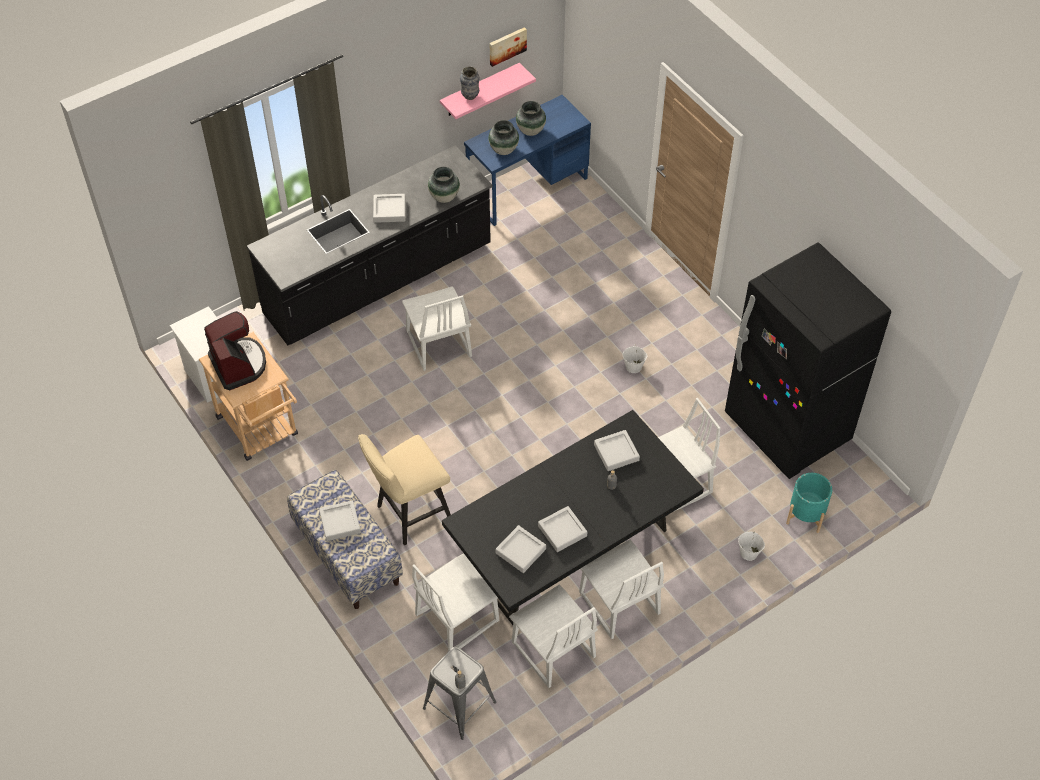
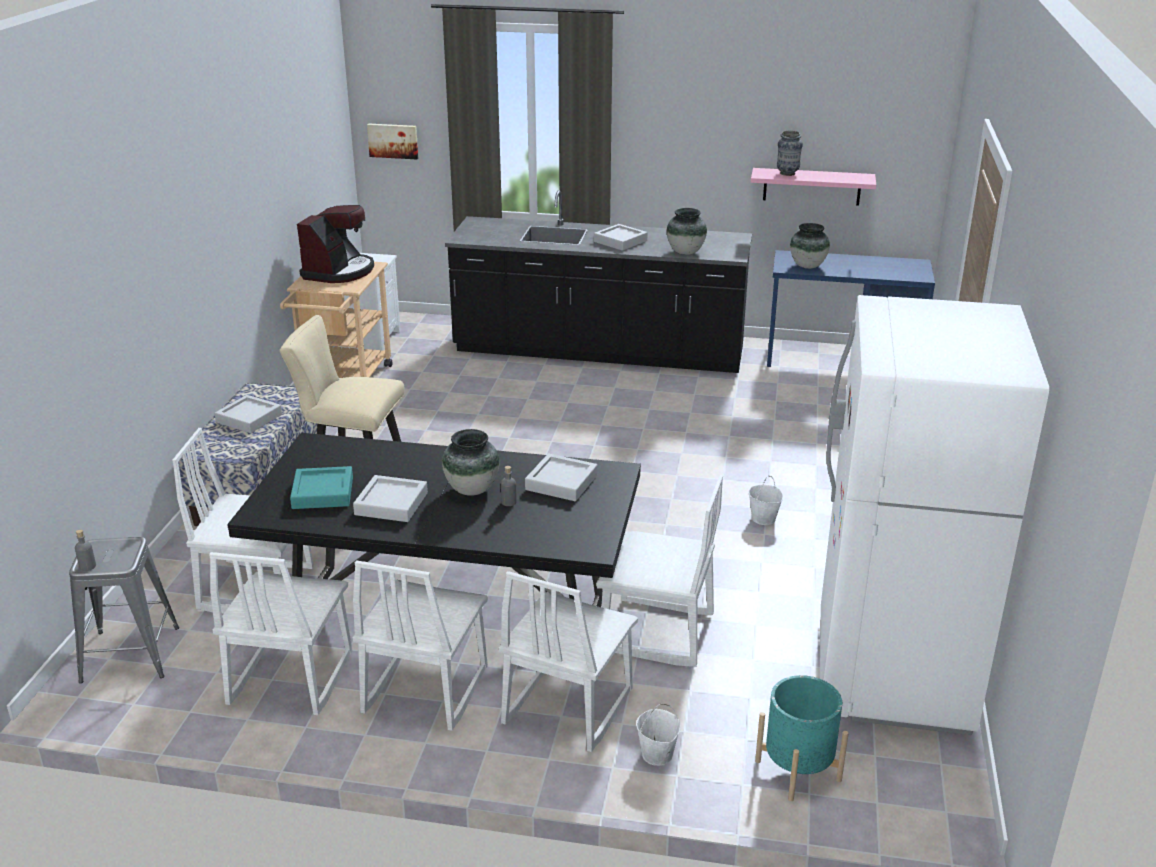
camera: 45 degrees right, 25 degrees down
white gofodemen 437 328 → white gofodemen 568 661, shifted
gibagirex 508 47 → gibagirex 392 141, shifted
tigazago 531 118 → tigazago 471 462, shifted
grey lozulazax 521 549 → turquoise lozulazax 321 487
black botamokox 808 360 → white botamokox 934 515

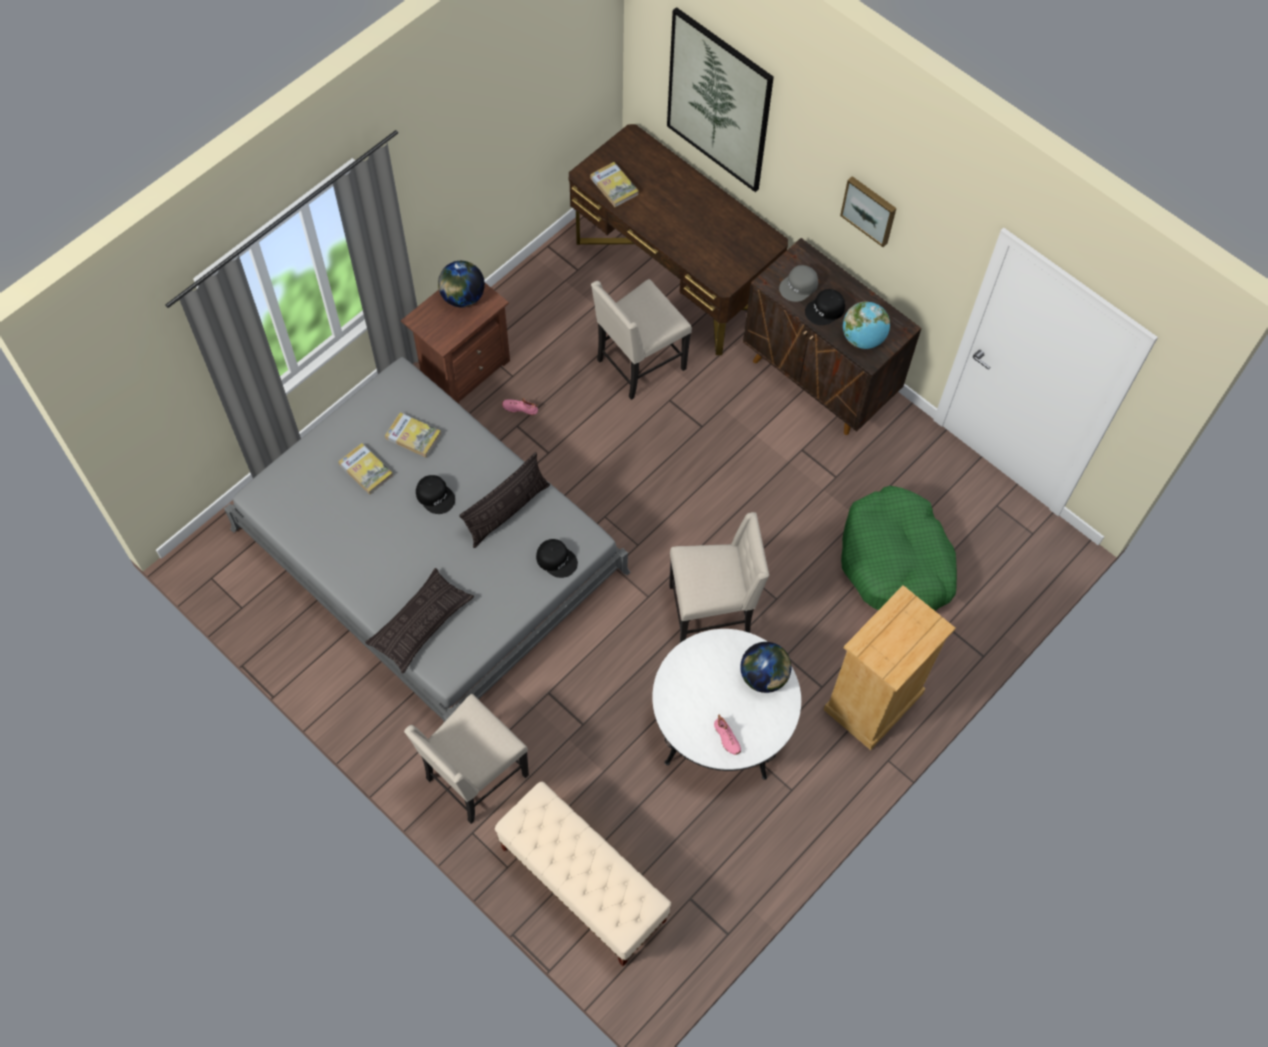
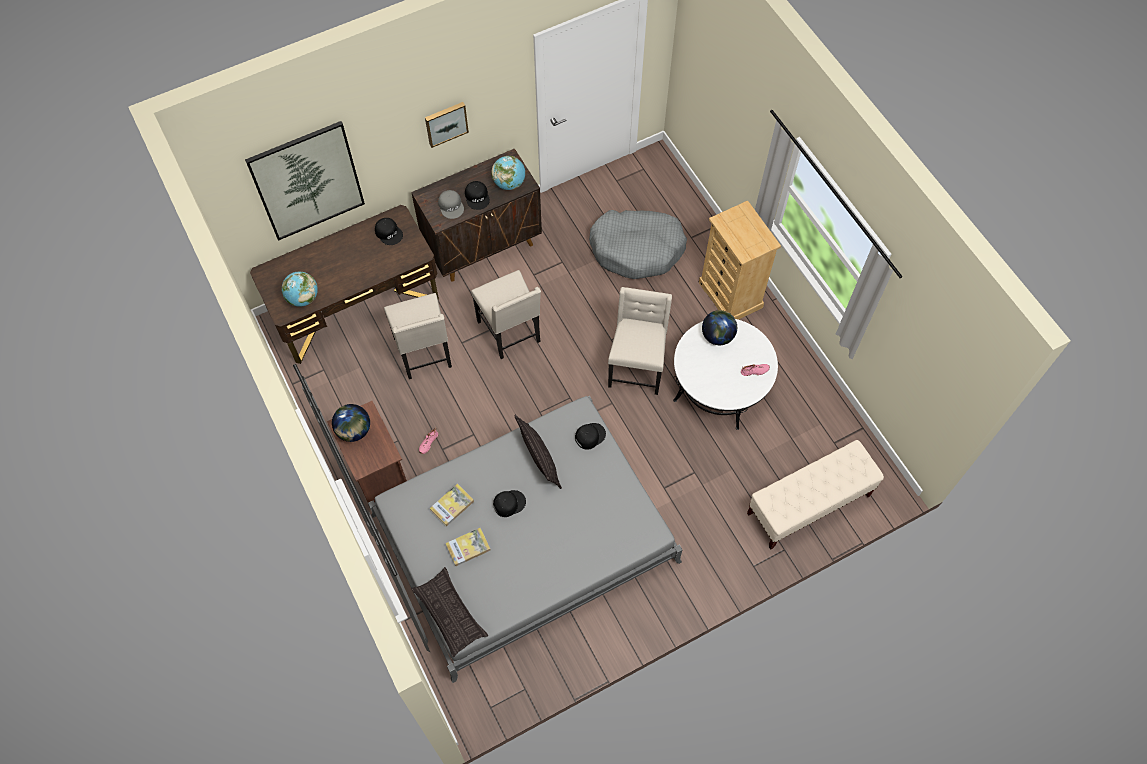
camera: 70 degrees left, 0 degrees up
- → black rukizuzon 389 231
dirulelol 419 621 → dirulelol 449 612, shifted
beige gofodemen 466 759 → beige gofodemen 506 314, shifted
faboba 614 184 → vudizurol 300 289
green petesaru 899 548 → grey petesaru 638 244

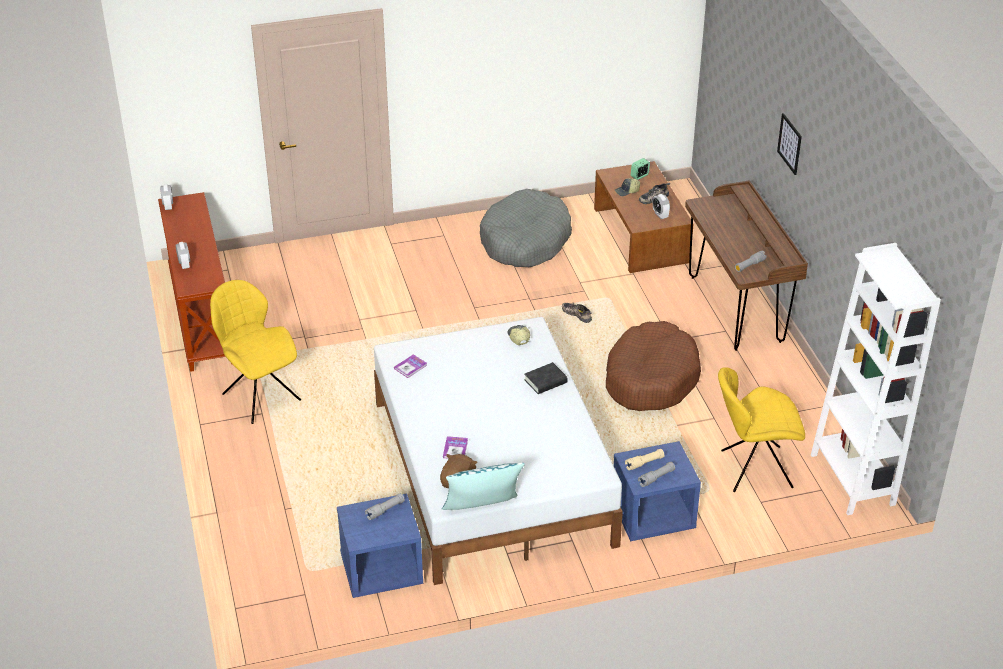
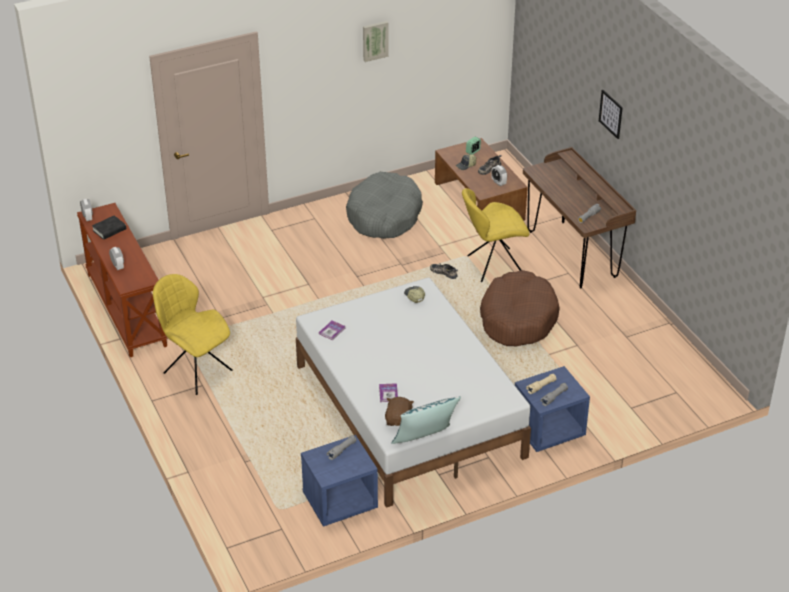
camera: 10 degrees left, 0 degrees up
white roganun 876 379 → -
- → gibagirex 376 41
black faboba 546 378 → black faboba 109 227, shifted
yellow gofodemen 761 429 → yellow gofodemen 496 235, shifted

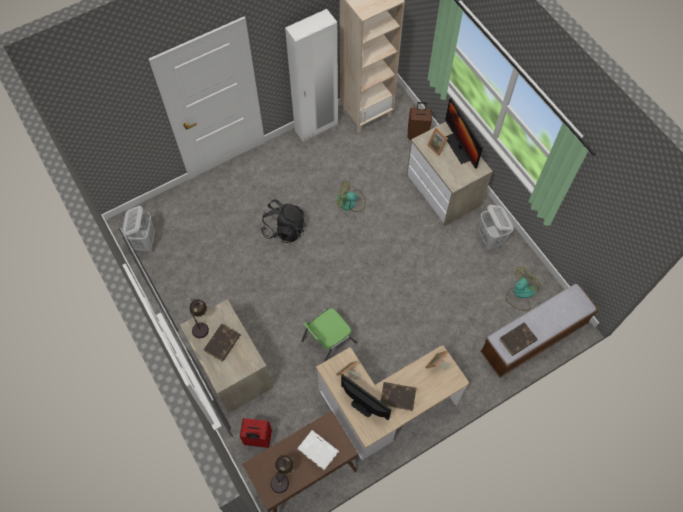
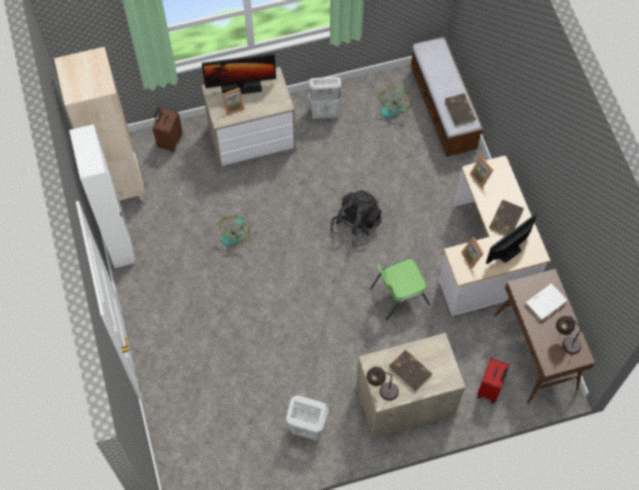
camera: 75 degrees left, 0 degrees up
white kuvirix 138 228 → white kuvirix 307 418, shifted
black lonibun 283 221 → black lonibun 356 218, shifted
green gofodemen 329 335 → green gofodemen 400 289, 90 degrees clockwise
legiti 523 288 → legiti 394 102, 135 degrees counterclockwise

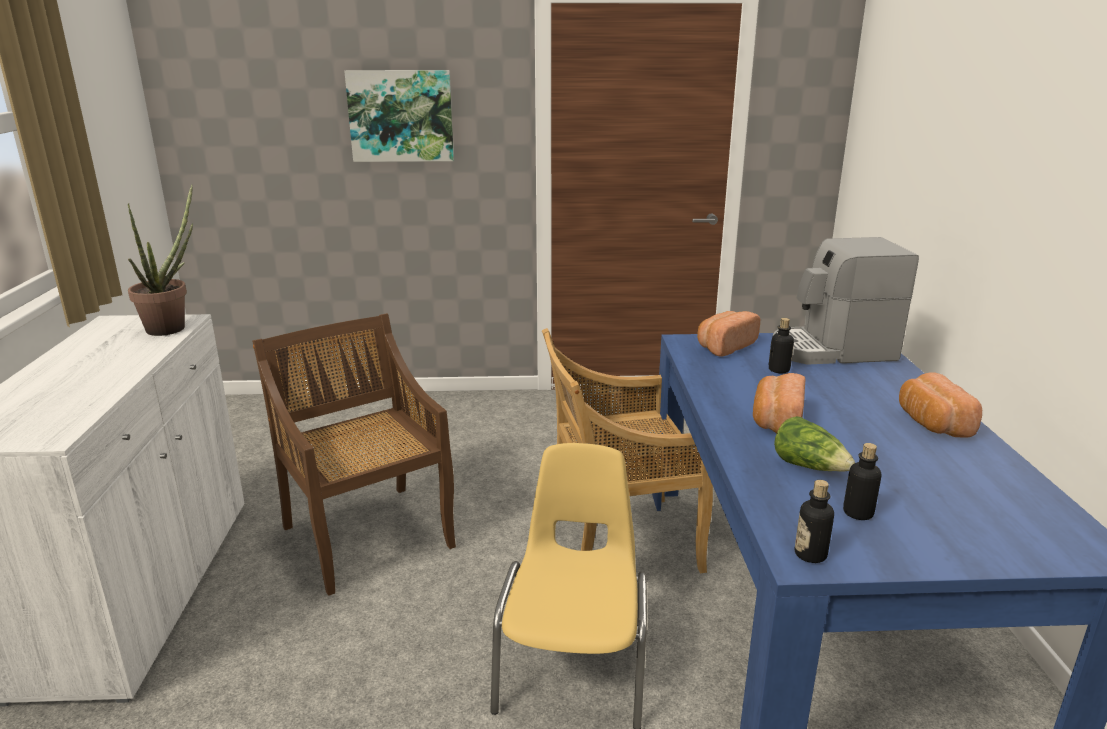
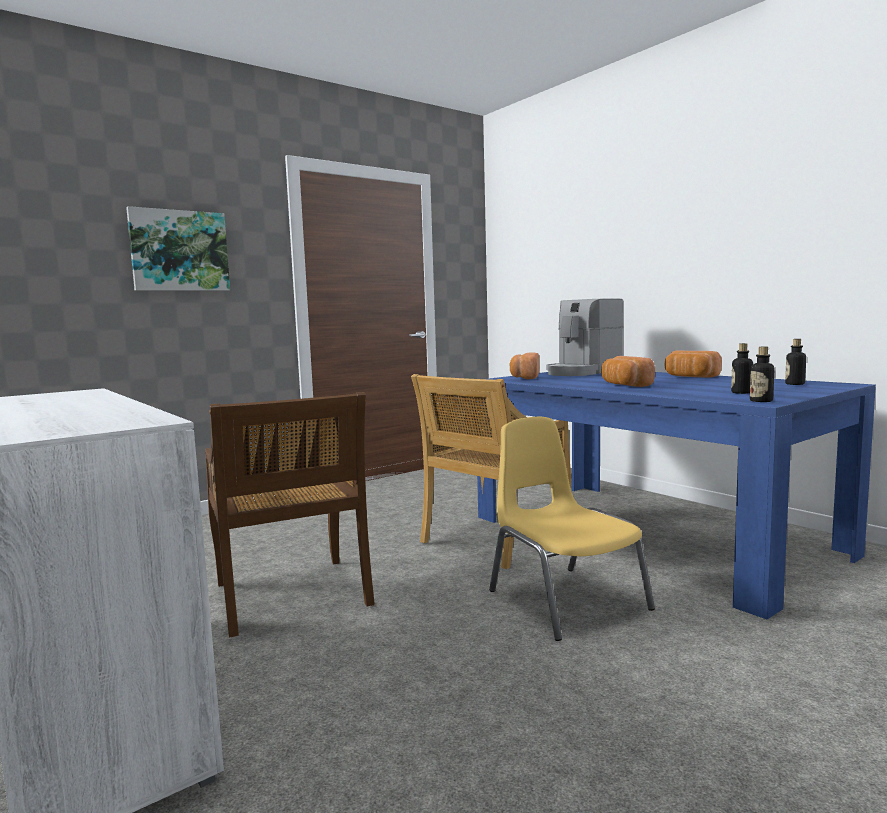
camera: 35 degrees left, 15 degrees down
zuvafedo 160 260 → -
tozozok 814 444 → -
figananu 781 345 → figananu 795 362, shifted
brown gofodemen 354 454 → brown gofodemen 290 514, 135 degrees counterclockwise

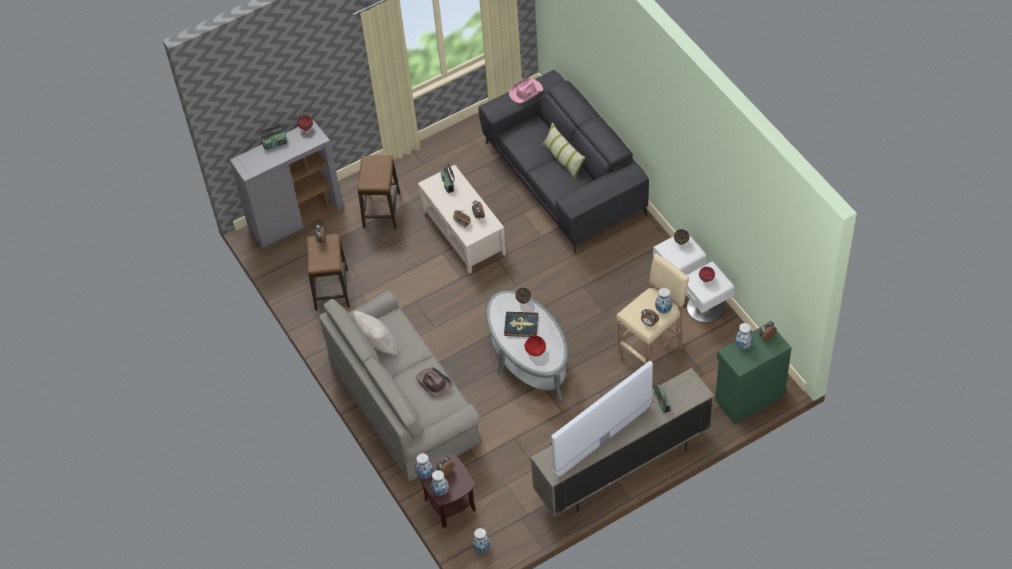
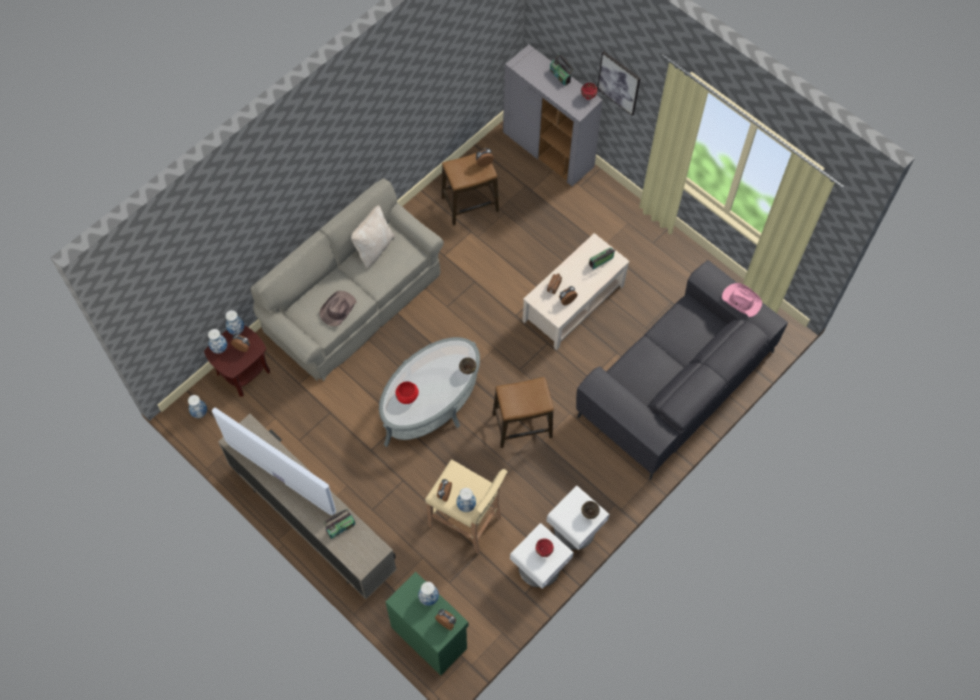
camera: 70 degrees right, 10 degrees up
faboba 521 324 → -
dirulelol 564 150 → -
- → gibagirex 619 83
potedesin 378 192 → potedesin 523 412, shifted

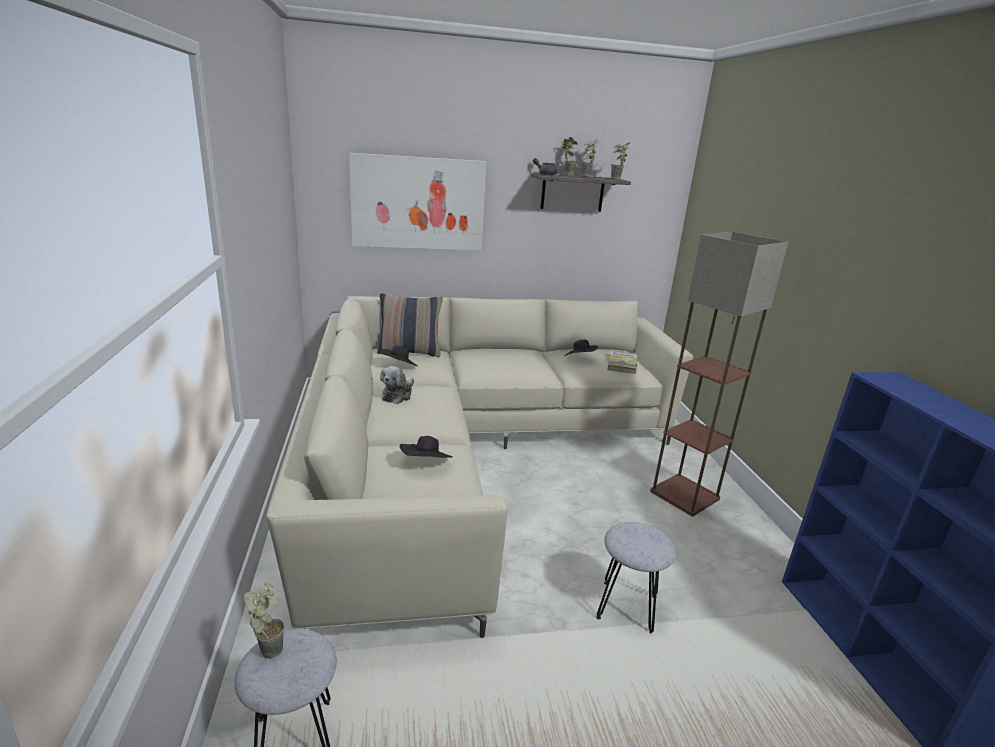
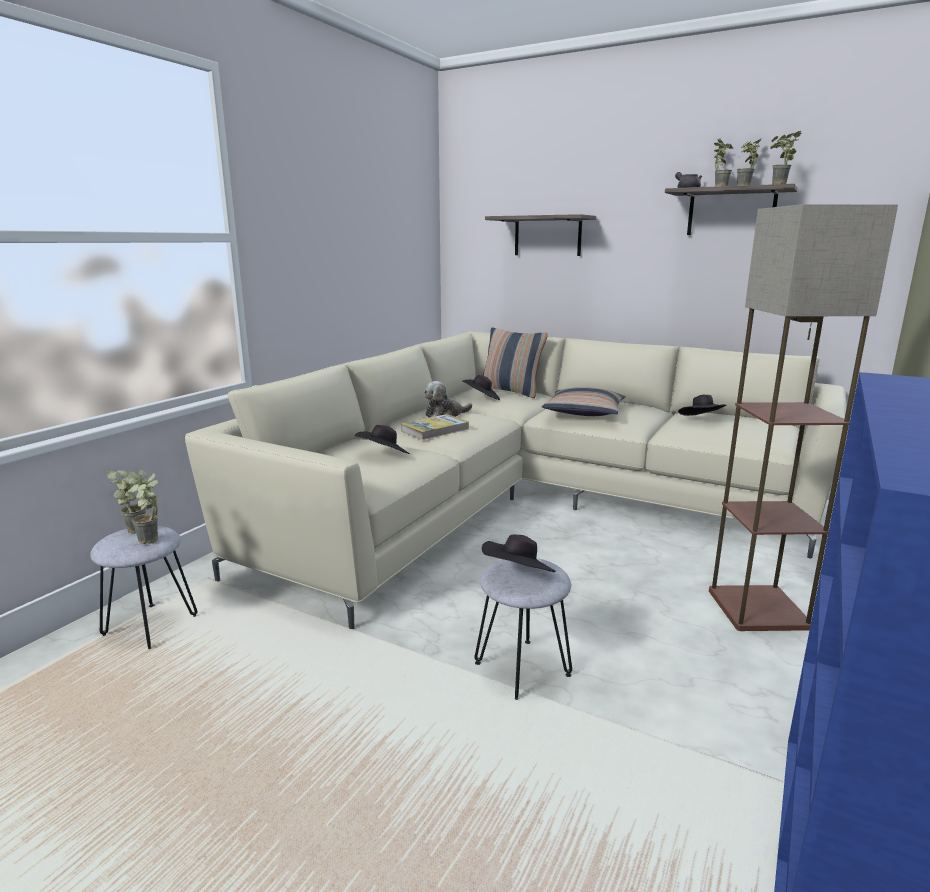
camera: 40 degrees right, 5 degrees down
- → zuvafedo 143 508
- → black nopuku 519 553
- → dirulelol 583 401
faboba 622 362 → faboba 435 427, shifted
gibagirex 417 202 → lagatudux 540 235

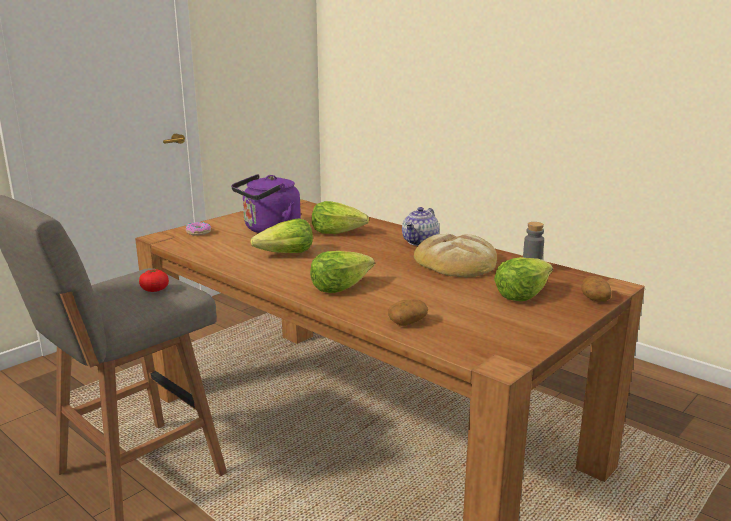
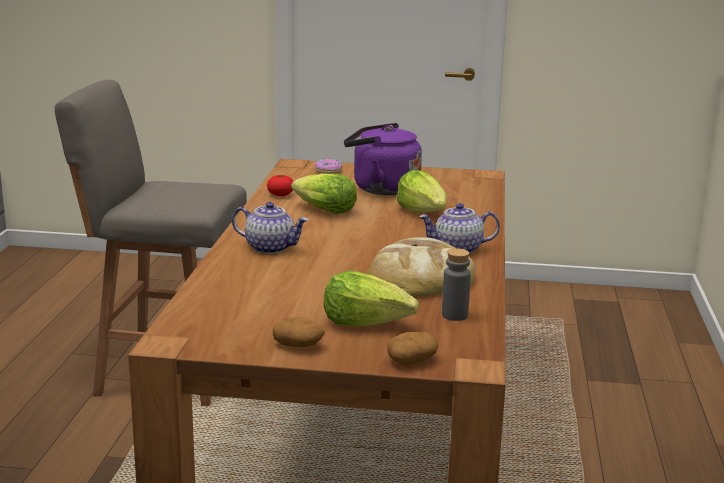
camera: 55 degrees right, 0 degrees up
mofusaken 154 281 → mofusaken 280 185, shifted
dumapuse 408 312 → dumapuse 298 332, shifted
tozozok 342 272 → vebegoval 270 228

